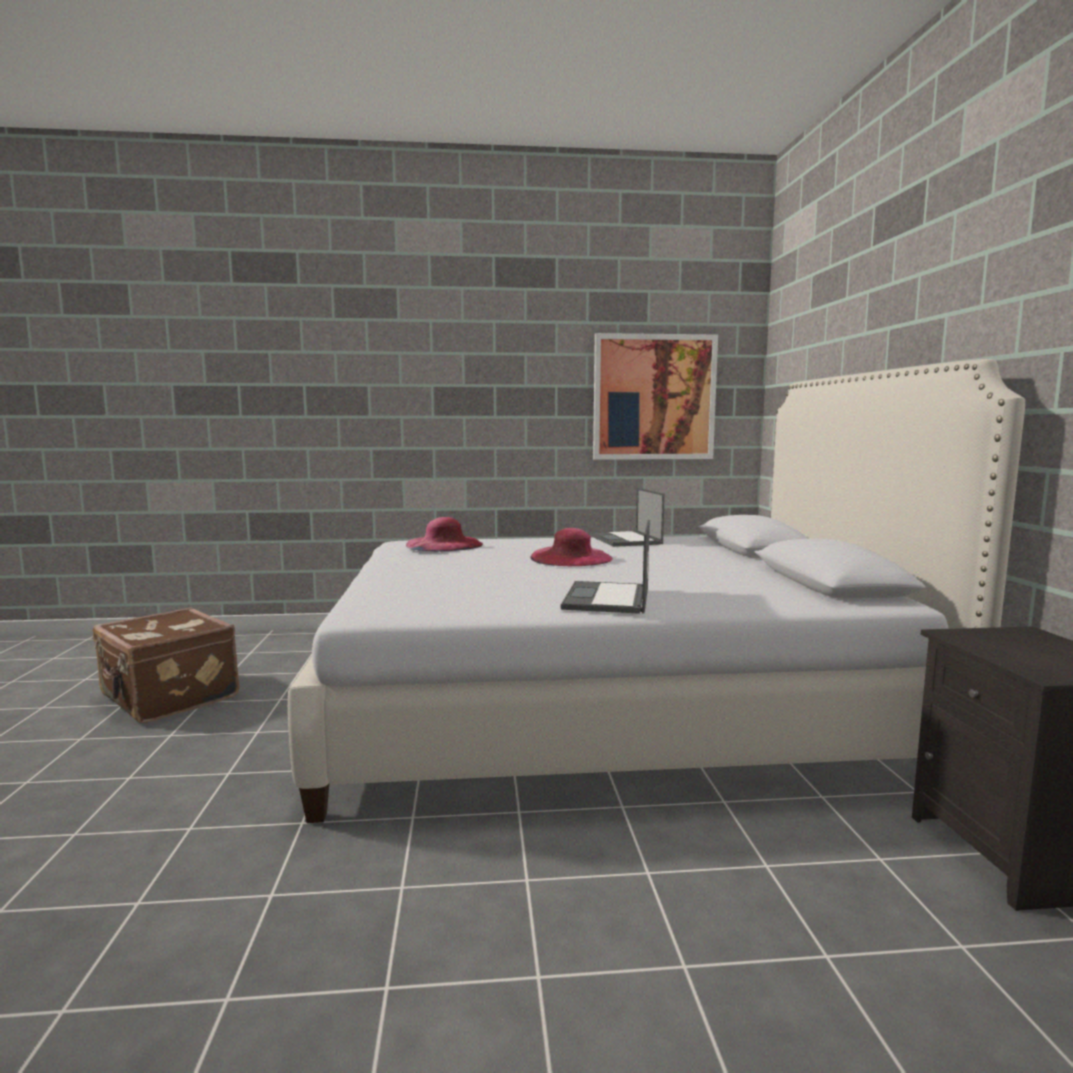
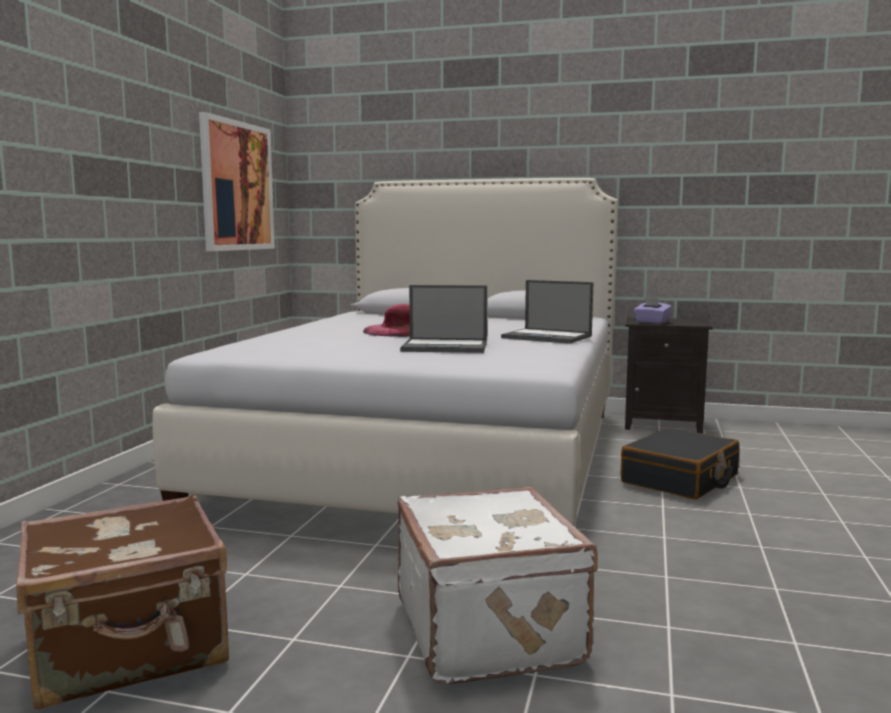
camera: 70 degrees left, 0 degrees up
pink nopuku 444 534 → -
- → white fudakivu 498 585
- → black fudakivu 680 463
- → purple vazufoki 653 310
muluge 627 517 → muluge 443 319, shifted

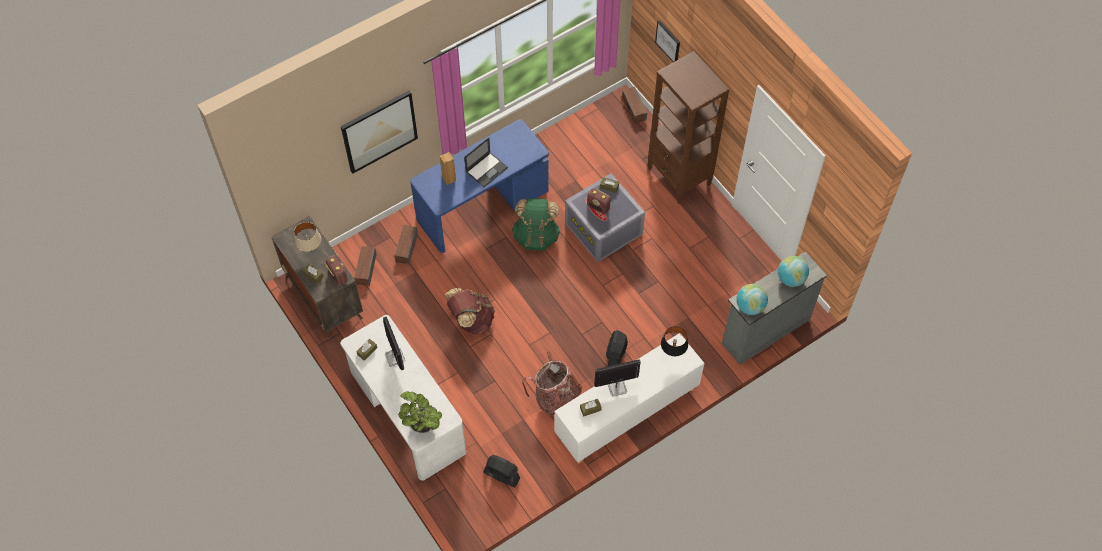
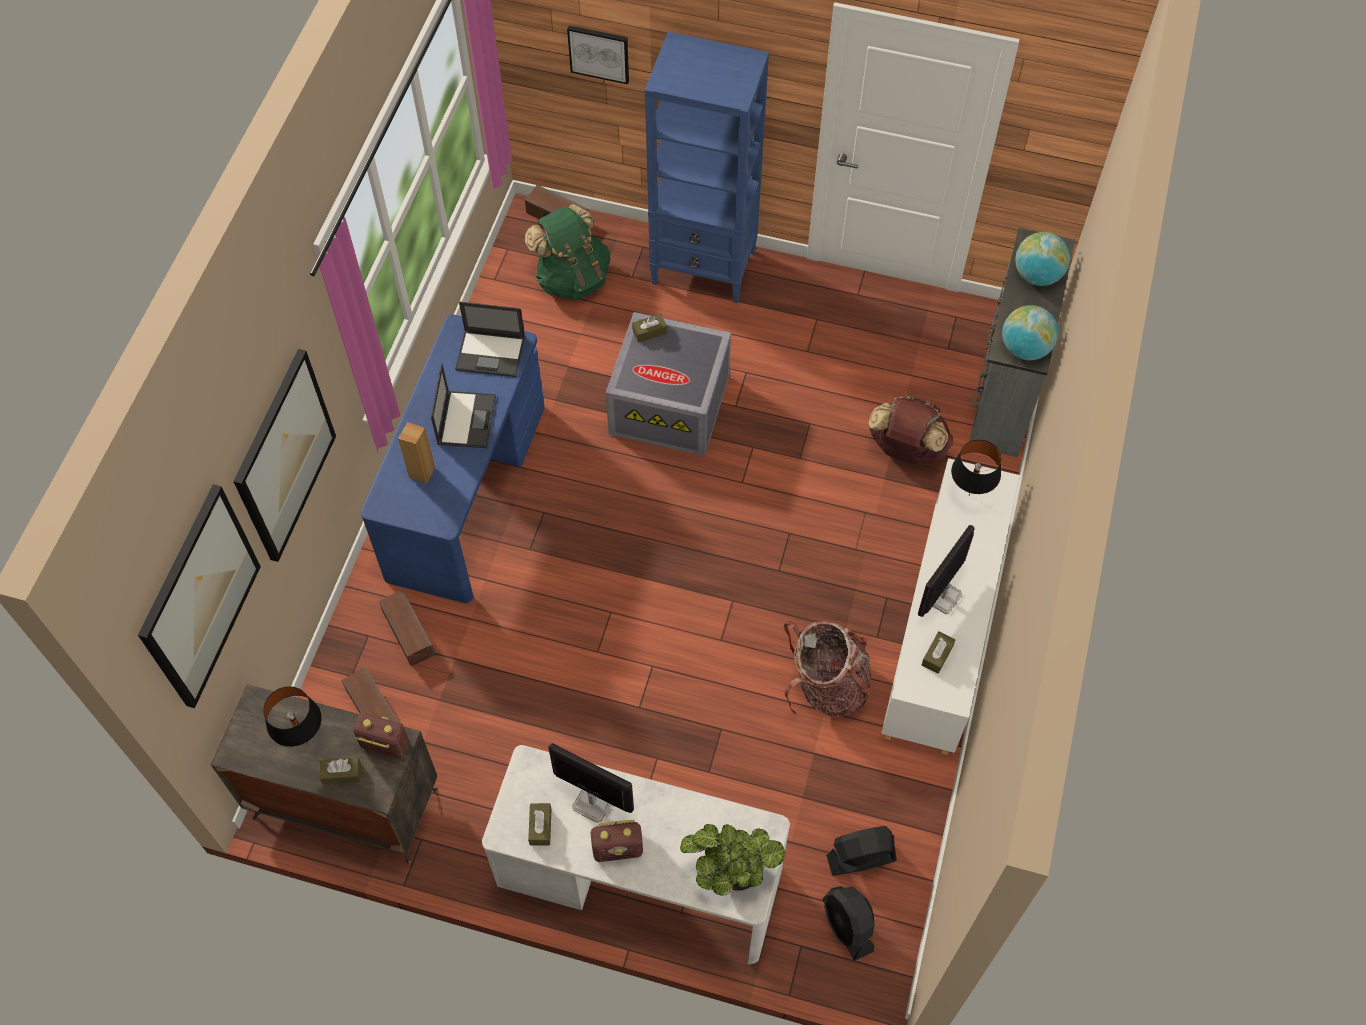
camera: 40 degrees left, 0 degrees up
- → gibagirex 199 596
- → muluge 490 339
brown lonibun 470 311 → brown lonibun 911 429, shifted
green lonibun 536 224 → green lonibun 568 252, shifted
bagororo 599 201 → bagororo 617 841, shifted
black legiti 617 348 → black legiti 848 923, shifted
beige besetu 307 237 → black besetu 292 716
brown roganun 688 127 → blue roganun 706 167

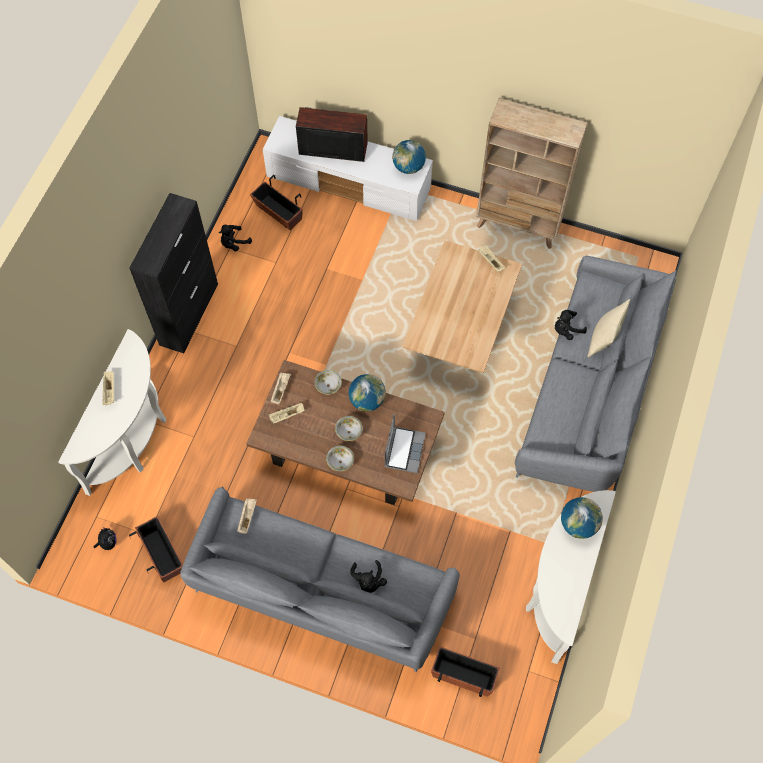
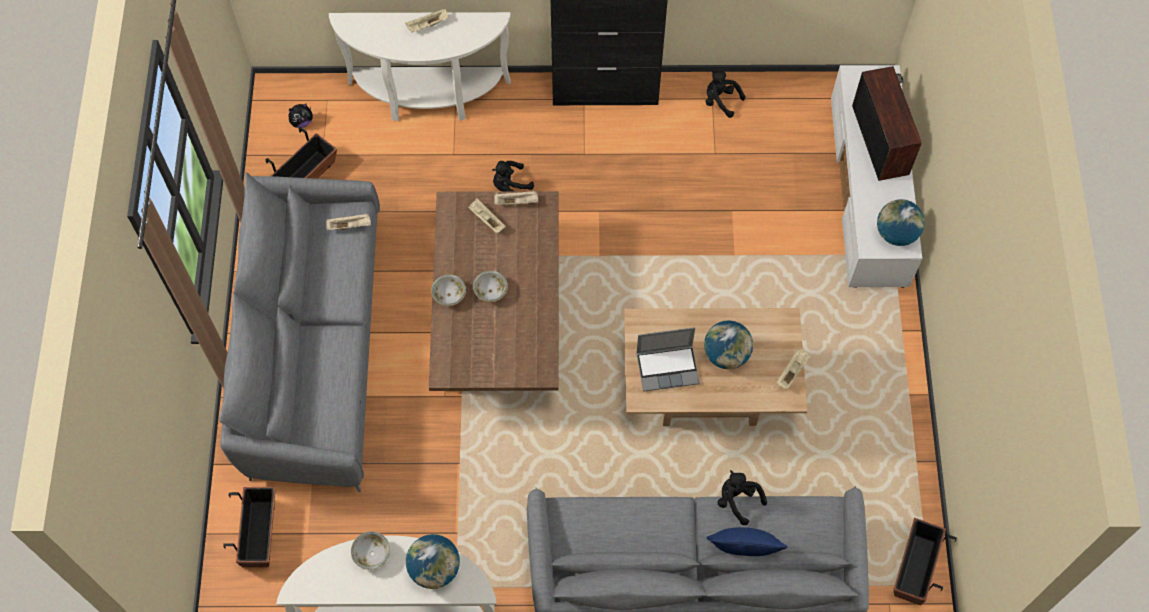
camera: 70 degrees right, 0 degrees up
beige roganun 532 173 → -
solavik 276 202 → solavik 925 561, shifted
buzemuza 328 382 → buzemuza 370 550, shifted
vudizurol 367 392 → vudizurol 728 345, shifted
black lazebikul 368 576 → black lazebikul 513 176, shifted
muluge 405 443 → muluge 668 359, shifted
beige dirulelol 608 328 → blue dirulelol 747 541

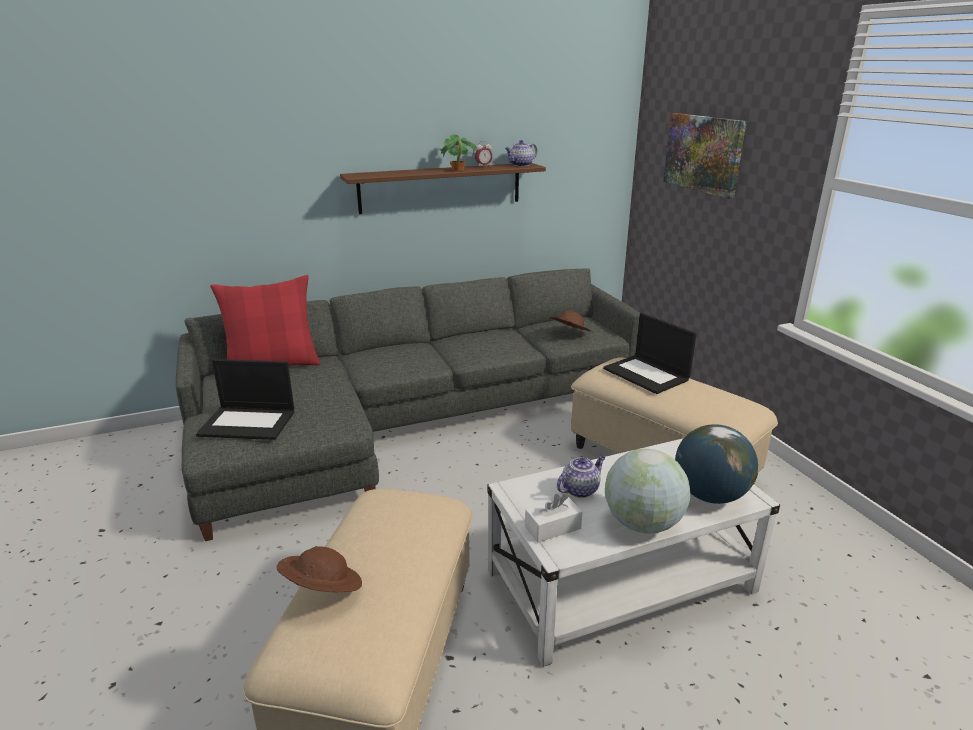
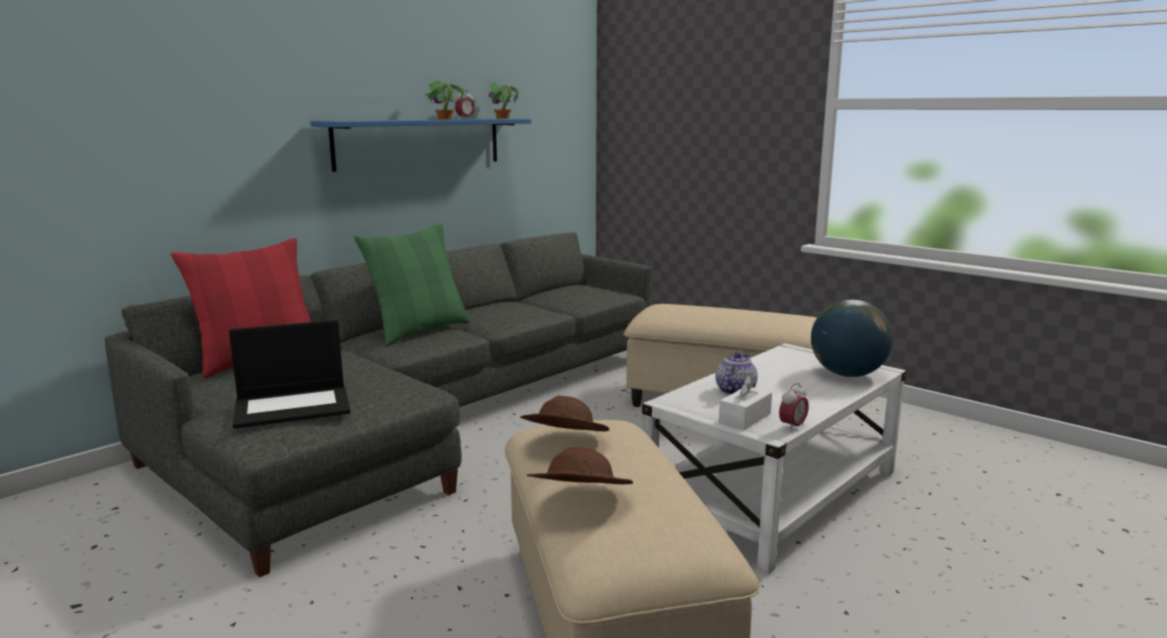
camera: 25 degrees left, 10 degrees down
muluge 650 353 → -
vudizurol 647 491 → -
gibagirex 704 156 → -
- → green dirulelol 412 284
- → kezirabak 794 407
brown nopuku 570 321 → brown nopuku 565 413, shifted
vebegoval 521 153 → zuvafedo 503 100
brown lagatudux 443 188 → blue lagatudux 421 145

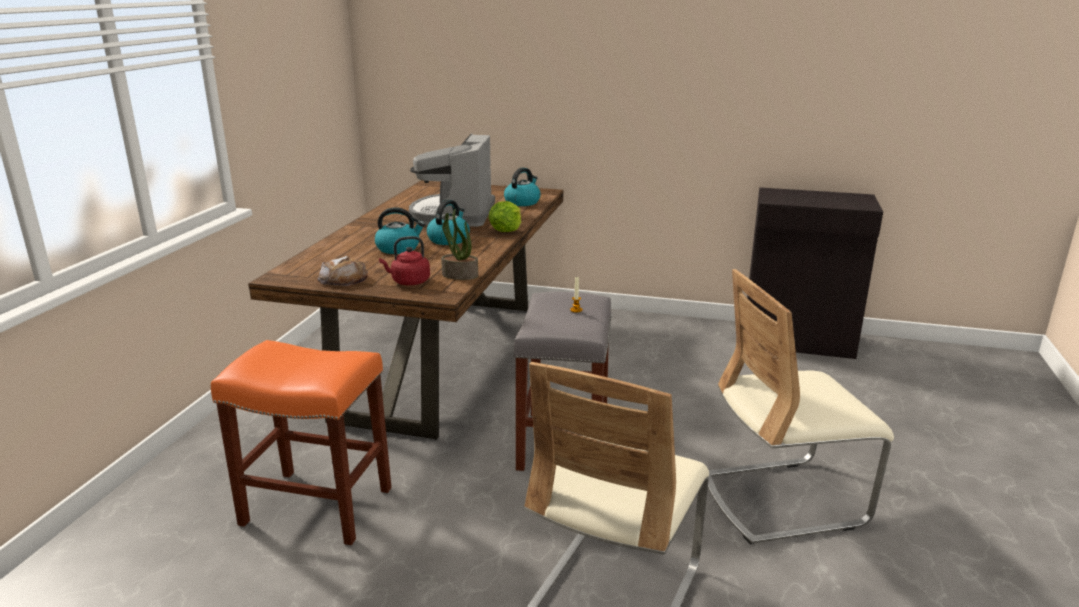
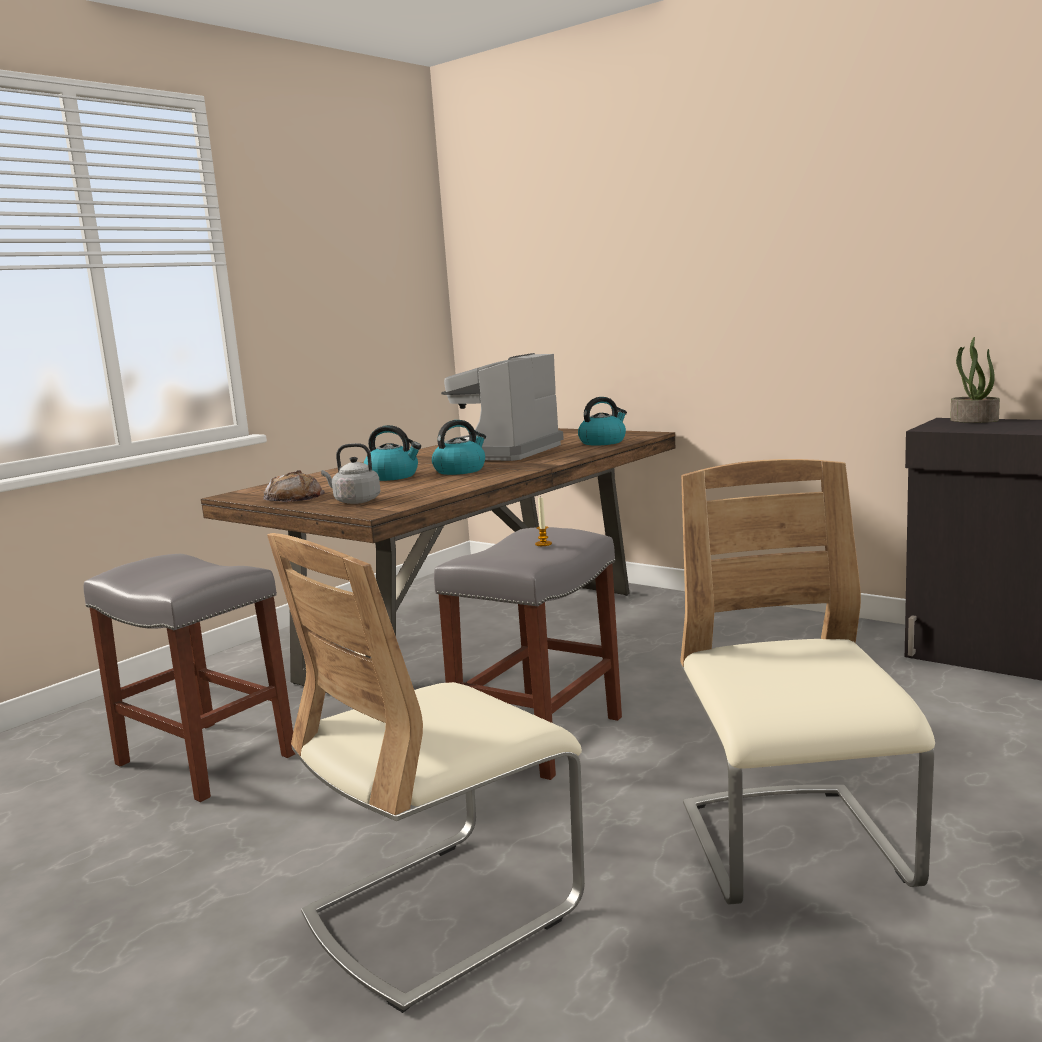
camera: 25 degrees right, 10 degrees down
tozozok 504 216 → -
zuvafedo 459 244 → zuvafedo 975 380, shifted
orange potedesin 301 442 → grey potedesin 189 678
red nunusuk 404 260 → grey nunusuk 350 473
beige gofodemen 801 406 → beige gofodemen 807 681, 75 degrees clockwise

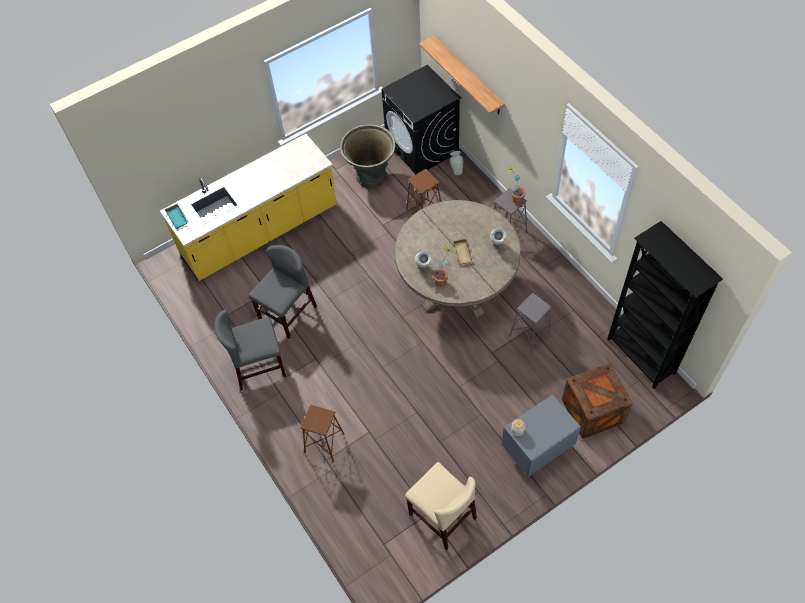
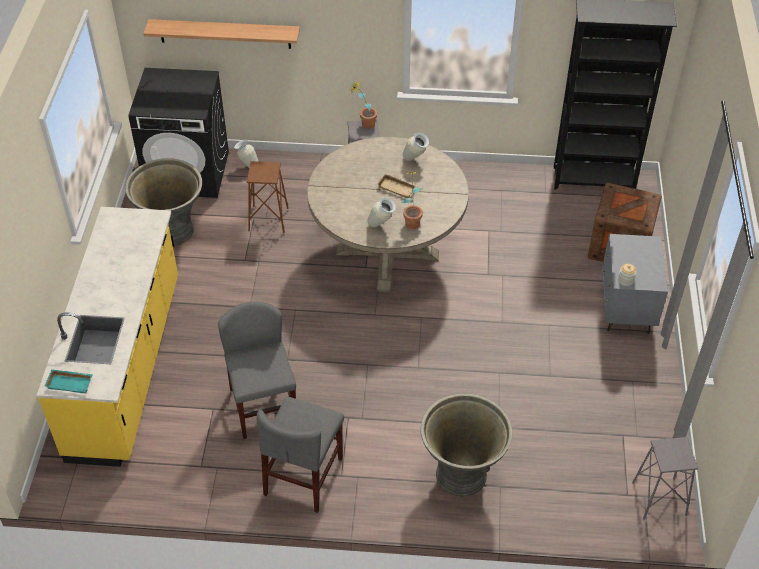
camera: 55 degrees left, 10 degrees down
beige gofodemen 441 506 → -
grey potedesin 530 323 → grey potedesin 665 478, shifted
brown potedesin 323 433 → grey solavik 467 445

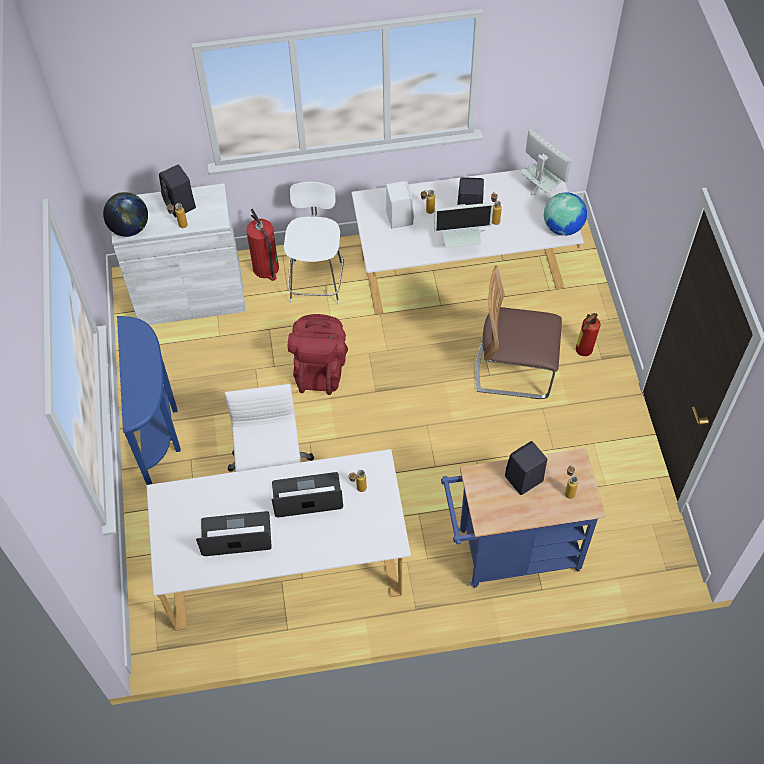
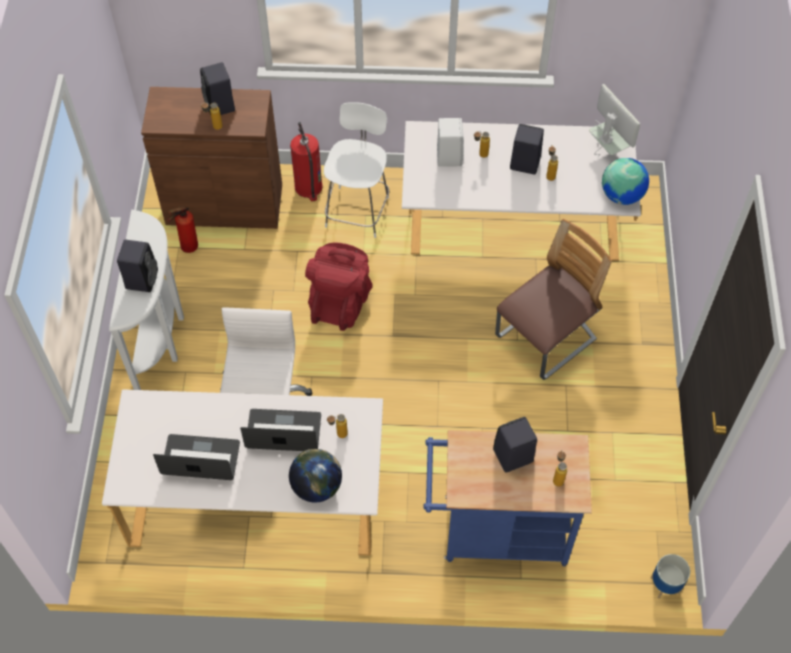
camera: 10 degrees right, 0 degrees up
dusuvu 464 225 → -
- → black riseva 137 266
- → solavik 670 576
vudizurol 125 214 → vudizurol 315 476, shifted
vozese 588 334 → vozese 182 229, shifted
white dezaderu 178 254 → brown dezaderu 211 158
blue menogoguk 149 400 → white menogoguk 146 300
gofodemen 518 332 → gofodemen 553 299, 120 degrees clockwise

